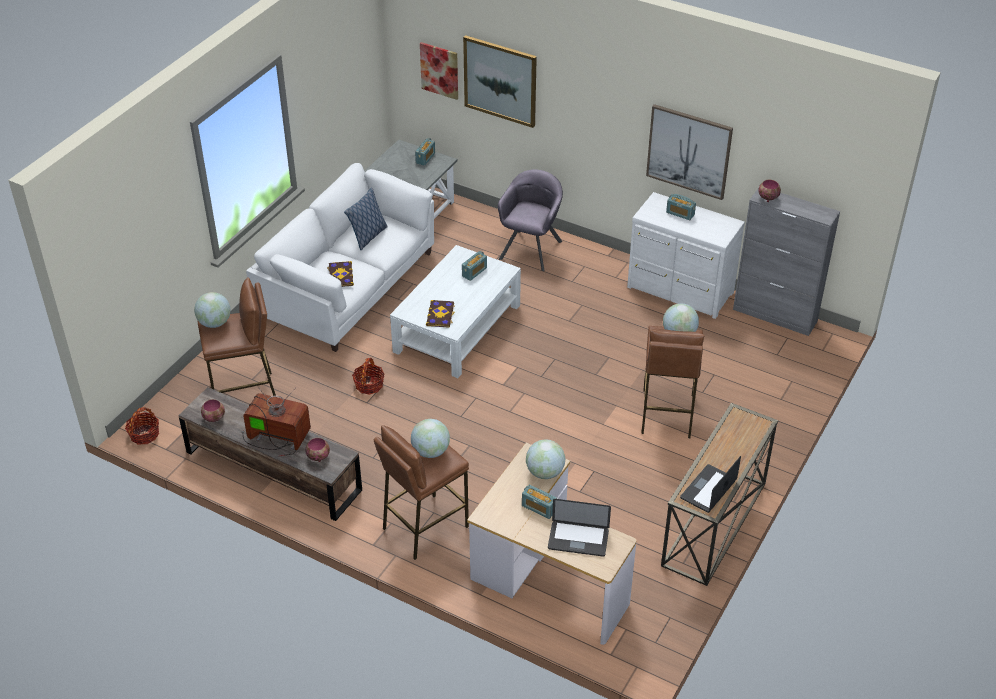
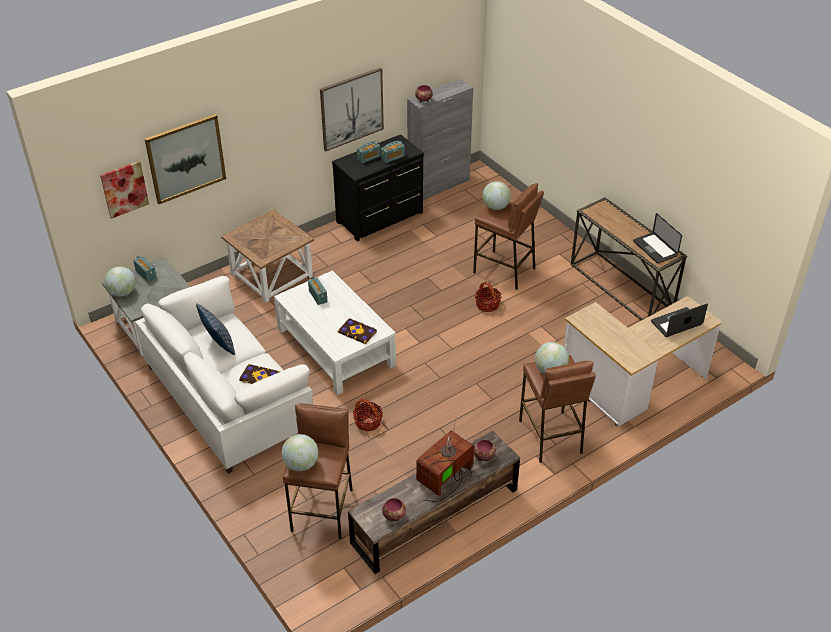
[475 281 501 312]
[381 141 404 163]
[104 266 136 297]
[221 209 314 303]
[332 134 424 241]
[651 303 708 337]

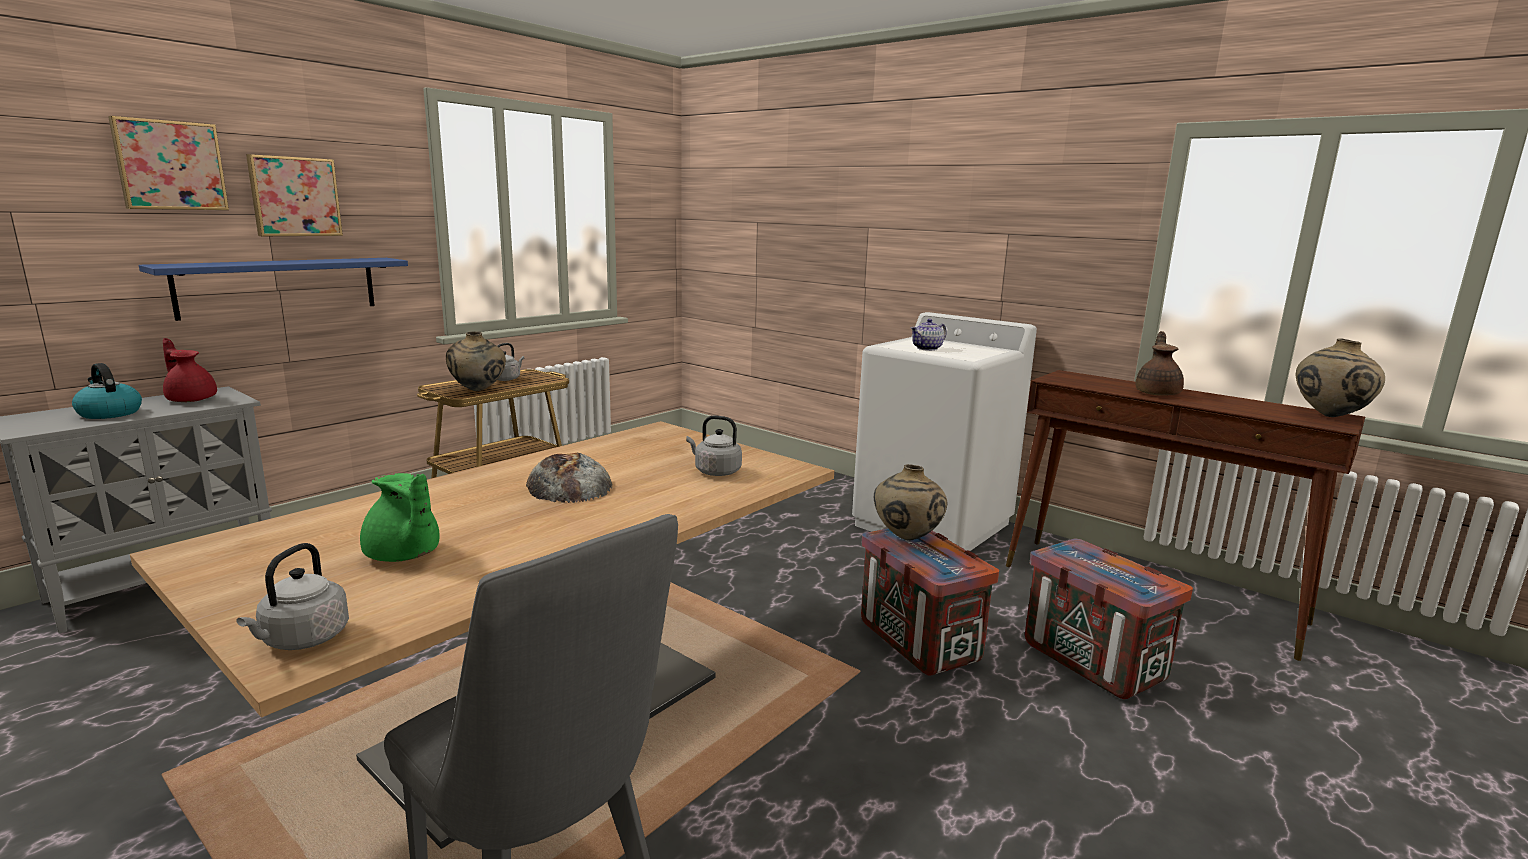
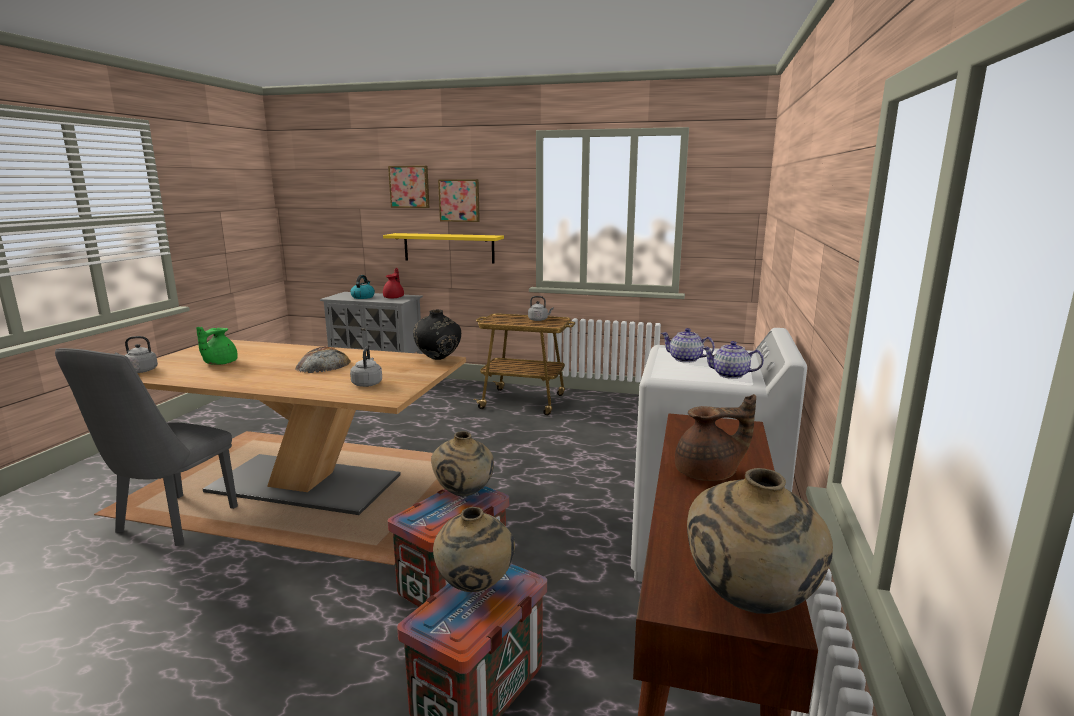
[413 310 461 360]
[702 341 764 379]
[433 507 515 592]
[383 233 504 263]

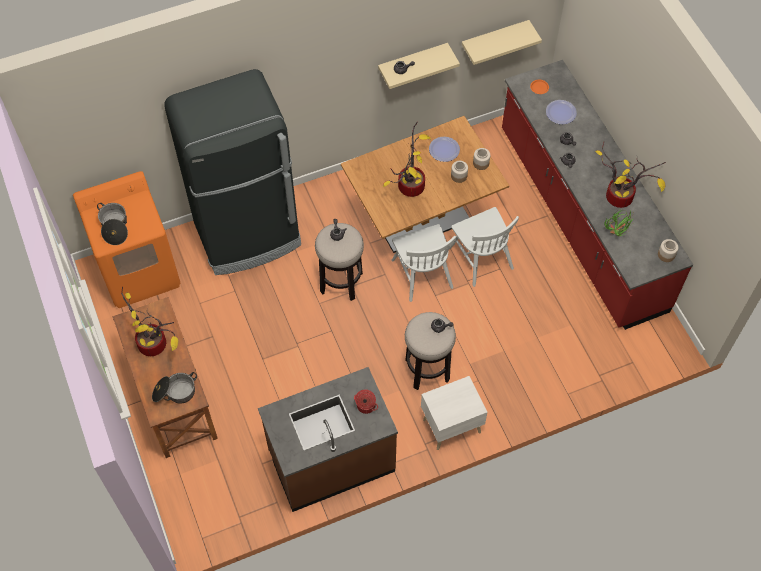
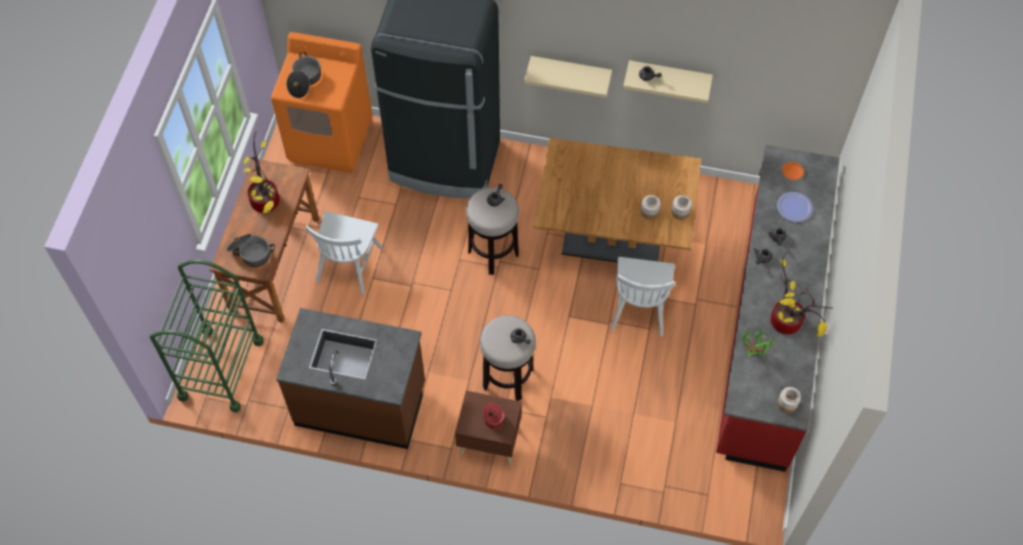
[383 122 431 197] (first image)
[429 137 460 162] (first image)
[150 259 264 412]
[483 403 504 429]
[305 211 383 294]
[524 56 612 98]
[455 391 522 466]

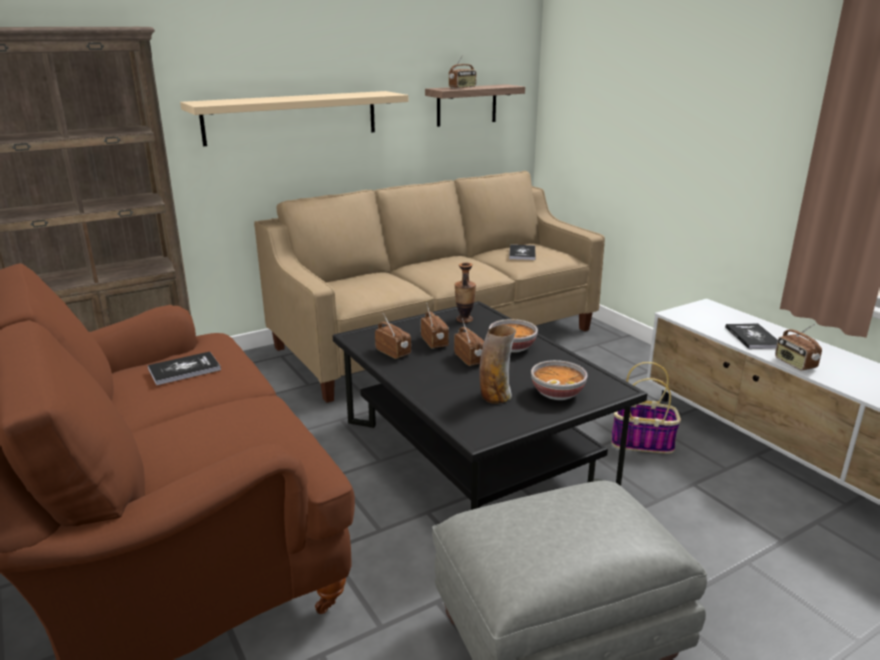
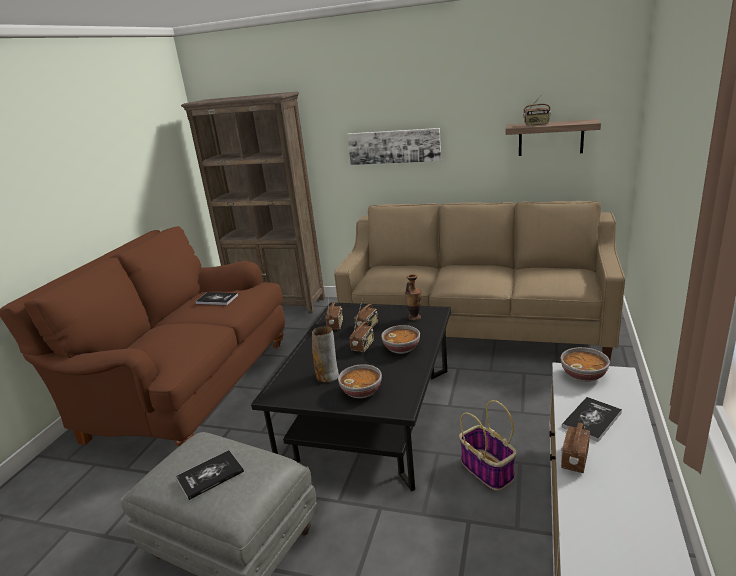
[561 347 610 382]
[176 450 244 500]
[347 128 441 165]

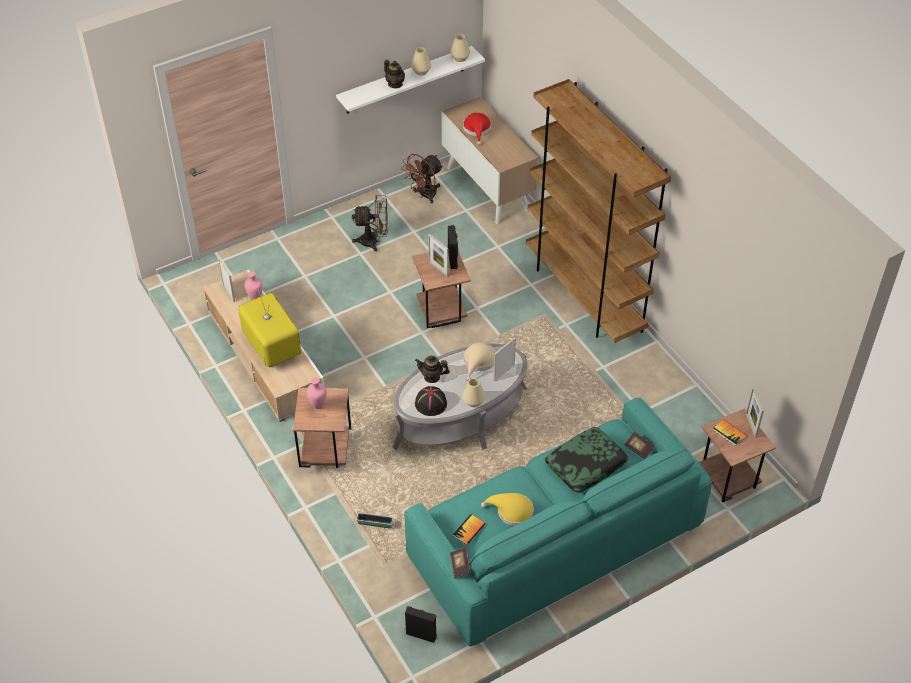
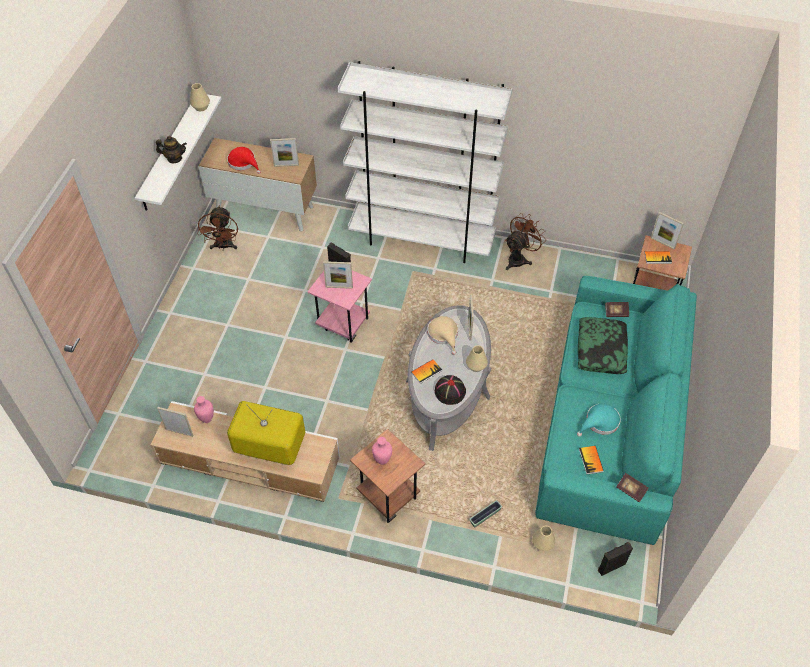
[270 138 299 167]
[505 213 546 270]
[532 526 555 551]
[411 359 442 384]
[308 270 372 343]
[577 404 621 437]
[338 61 512 263]

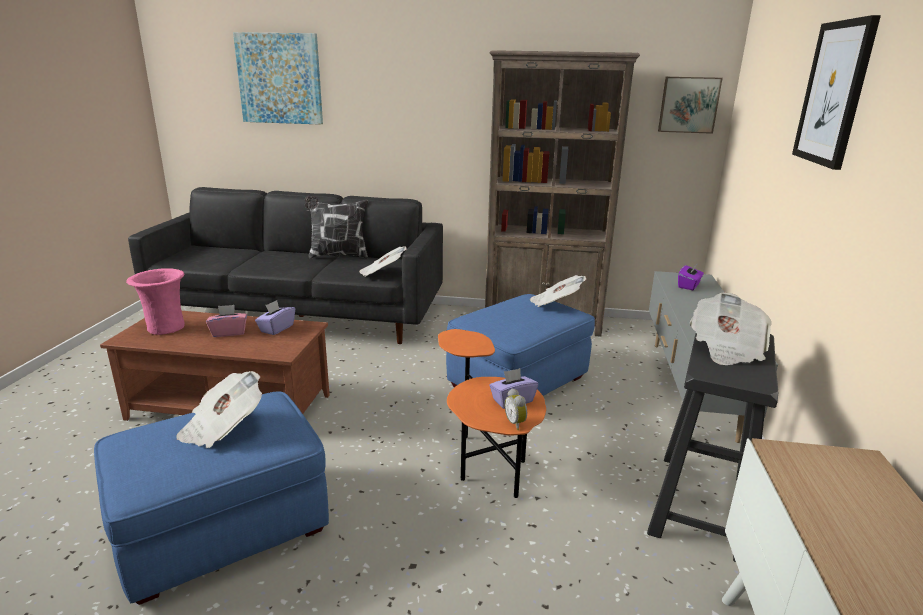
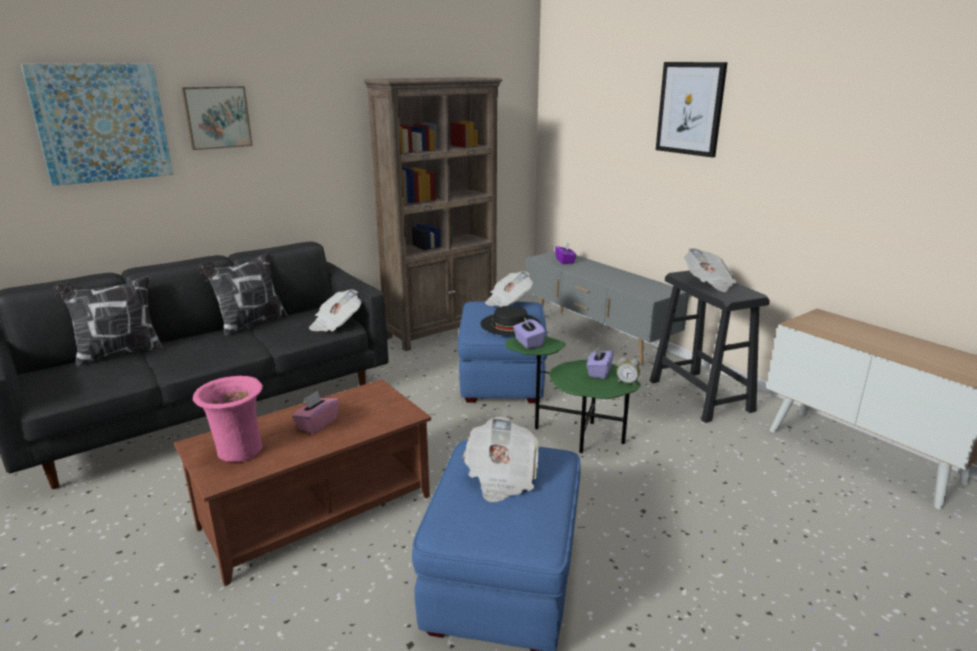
[53 276 164 367]
[480 306 541 336]
[513 317 546 349]
[181 86 253 150]
[505 336 641 453]

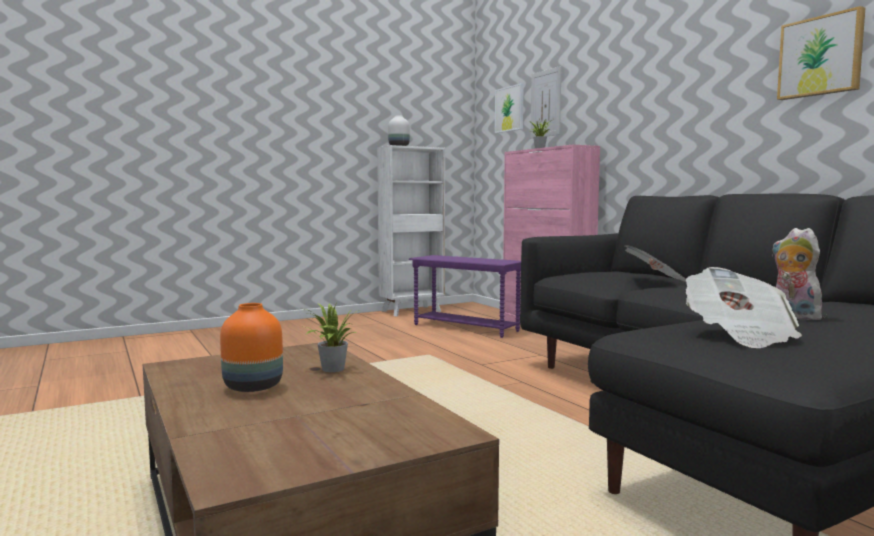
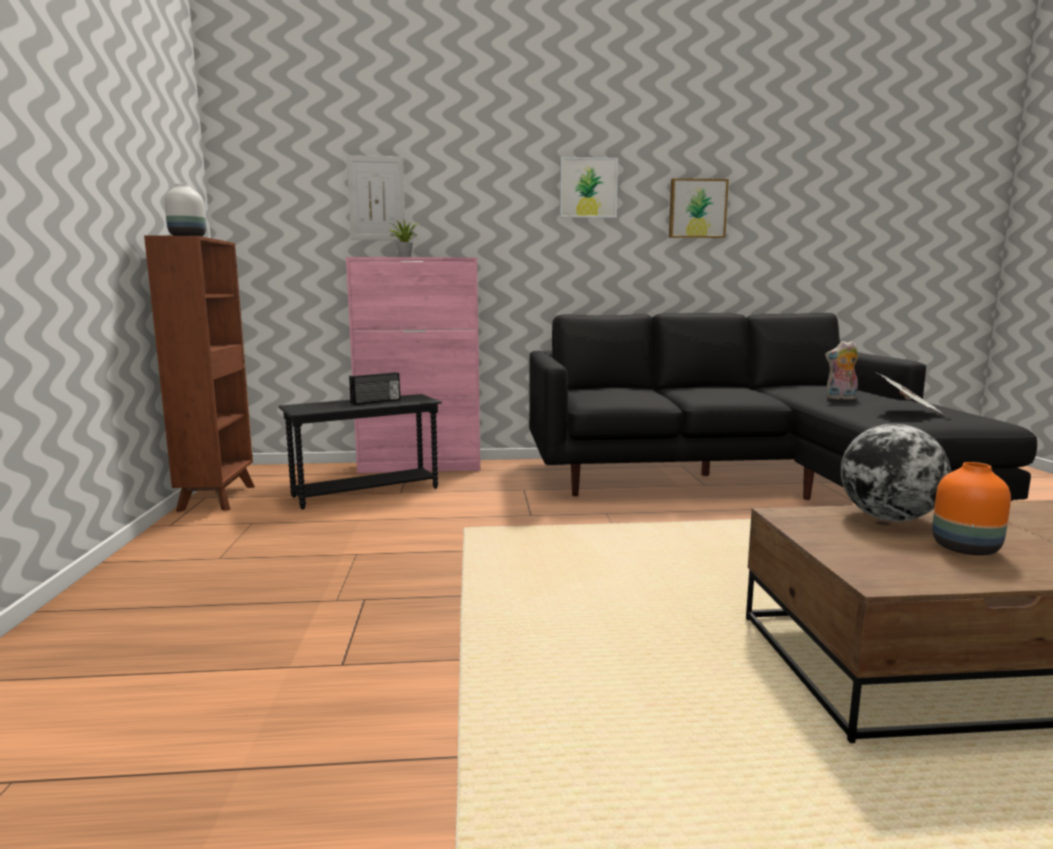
[625 245 686 282] (first image)
[349 372 400 405]
[560 157 618 218]
[841 424 951 521]
[144 235 255 512]
[279 394 442 509]

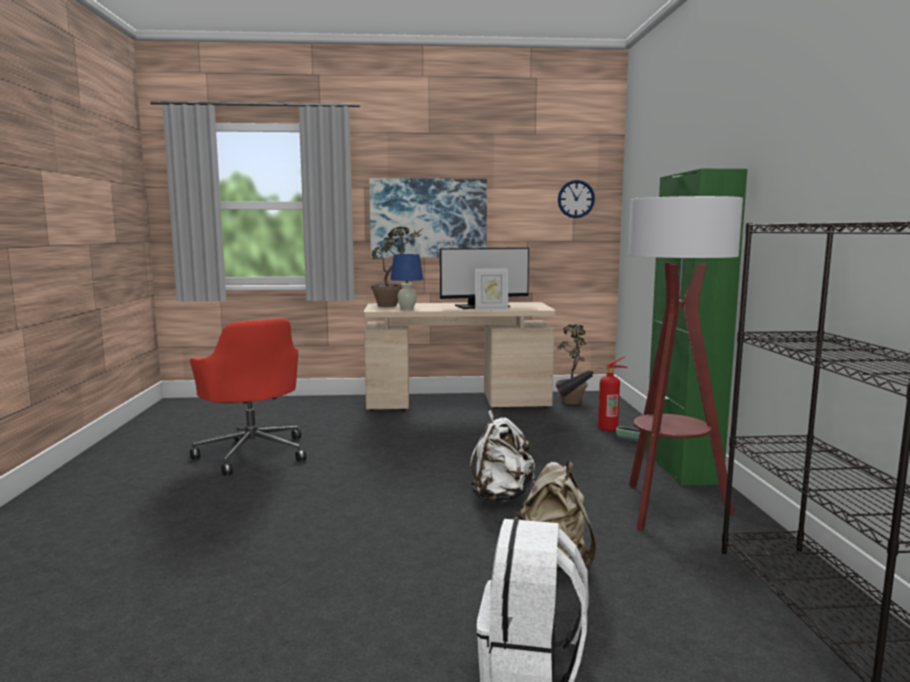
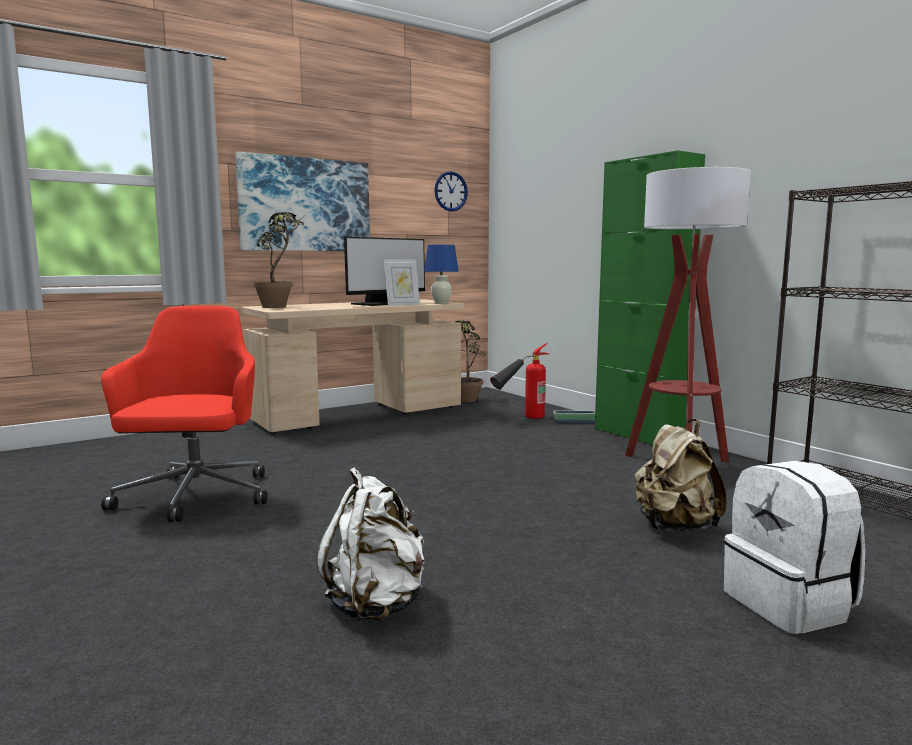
[424 245 459 304]
[317 467 425 621]
[101 305 267 522]

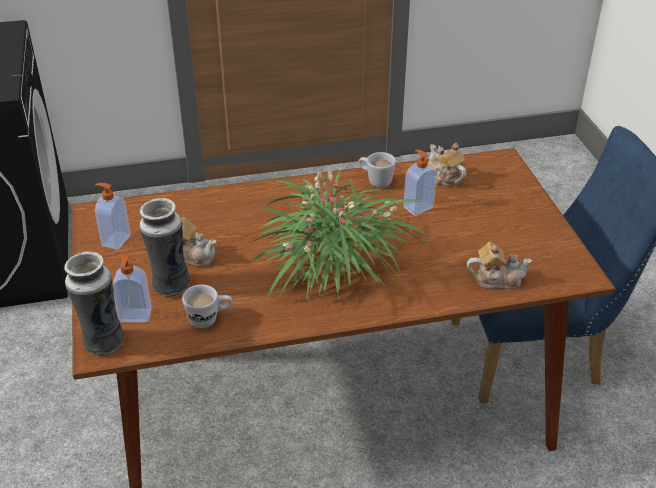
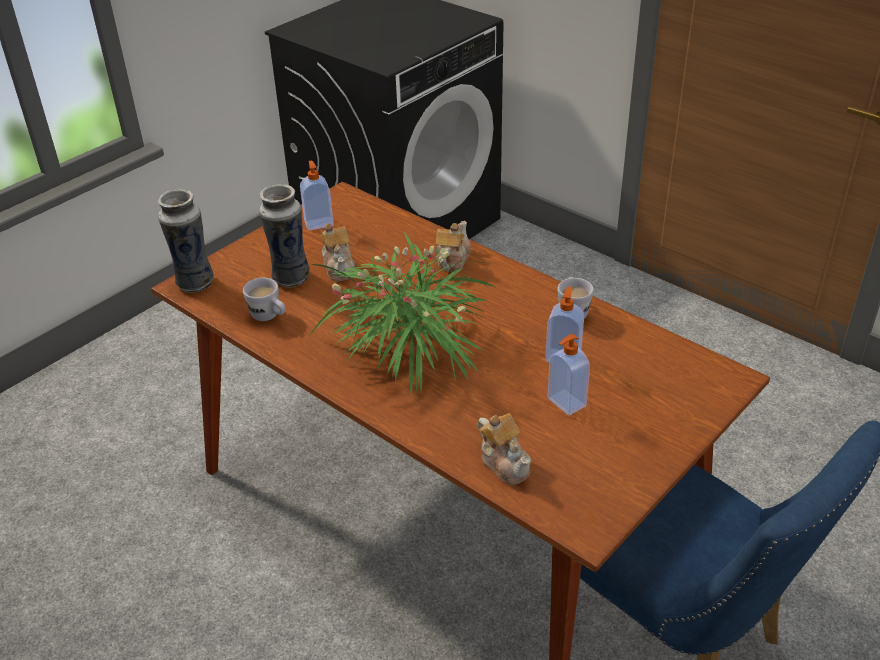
[547 334 590 416]
[435 221 471 271]

